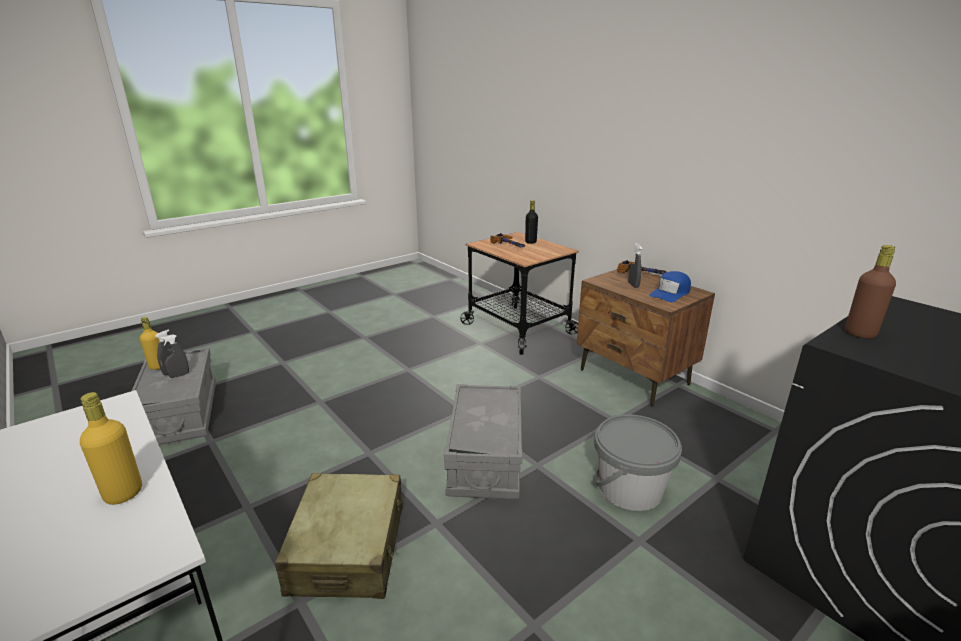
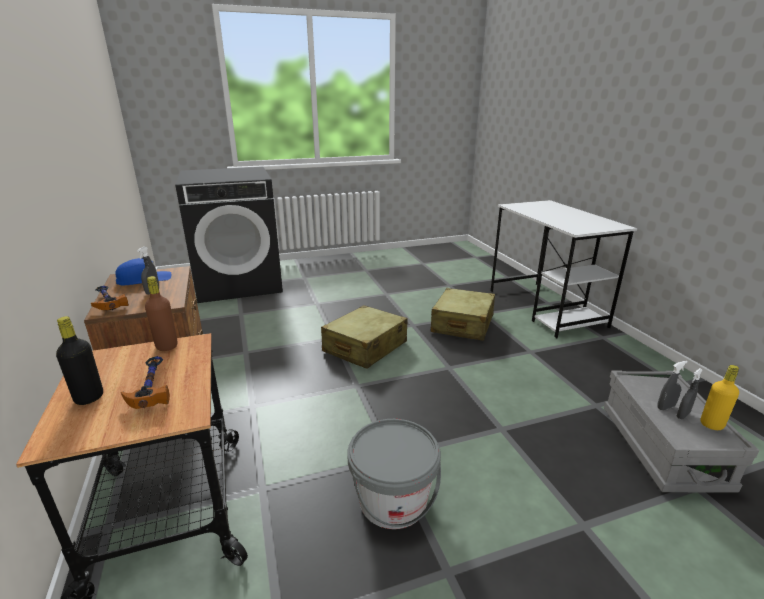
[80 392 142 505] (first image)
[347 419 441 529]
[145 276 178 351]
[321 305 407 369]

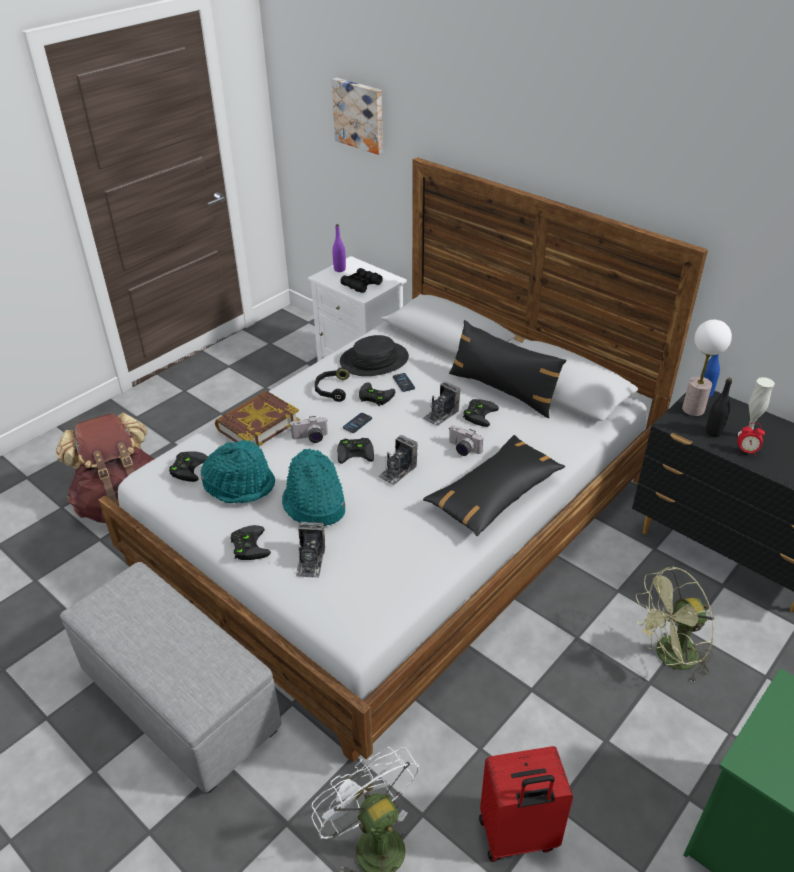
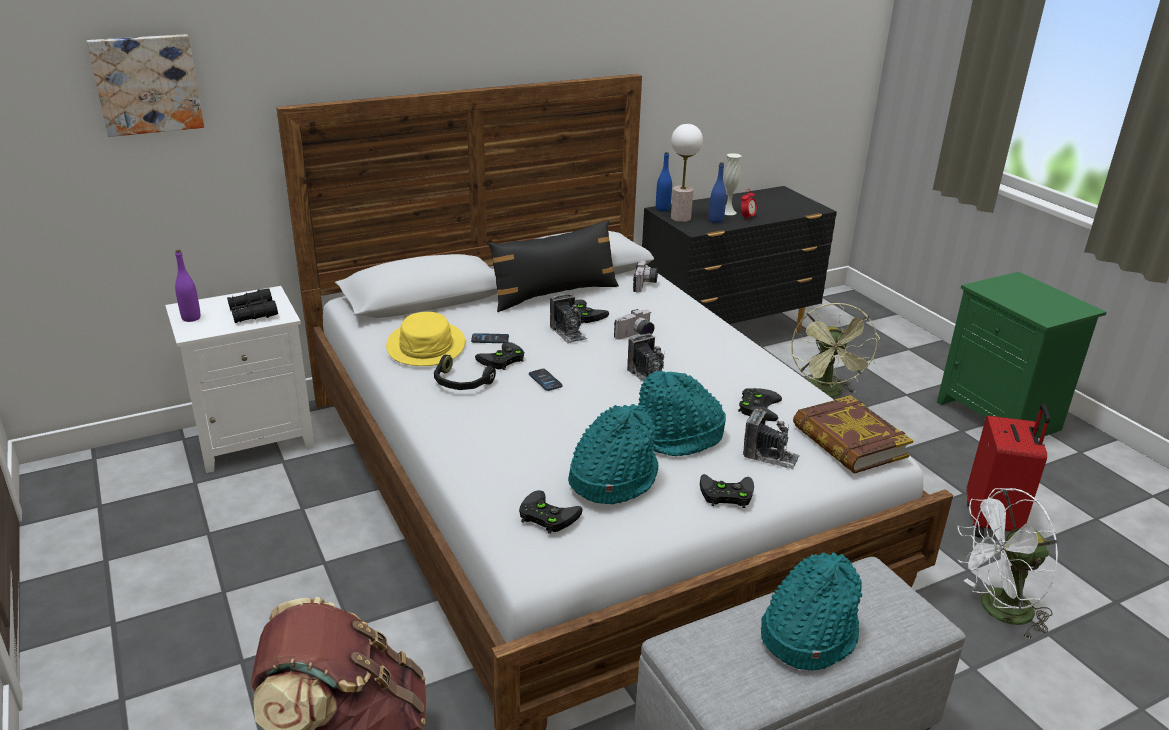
[423 435 565 536] (first image)
[761 552 863 671]
[793 395 913 474]
[633 261 658 292]
[738 388 782 421]
[386 312 465 366]
[709 162 726 223]

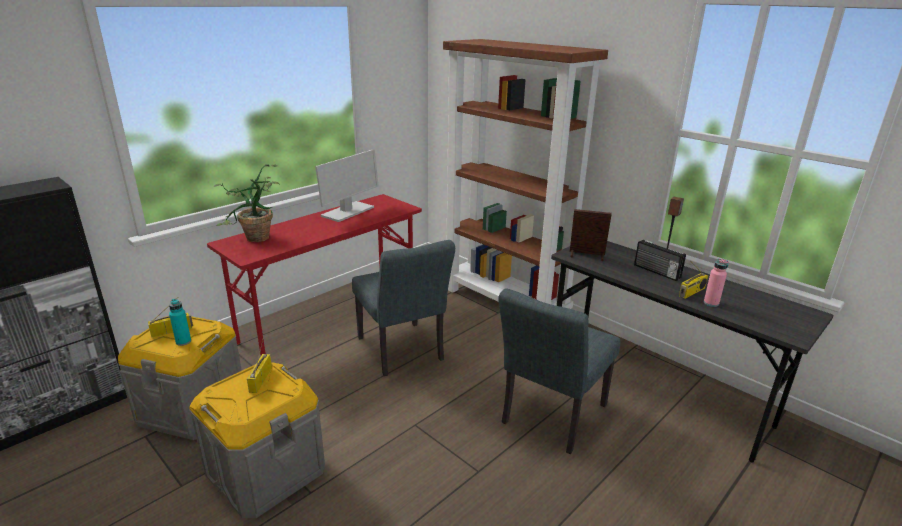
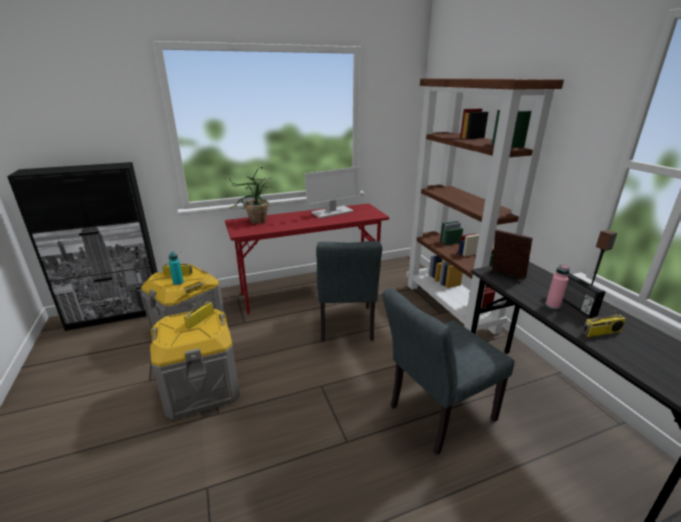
[546 264 570 309]

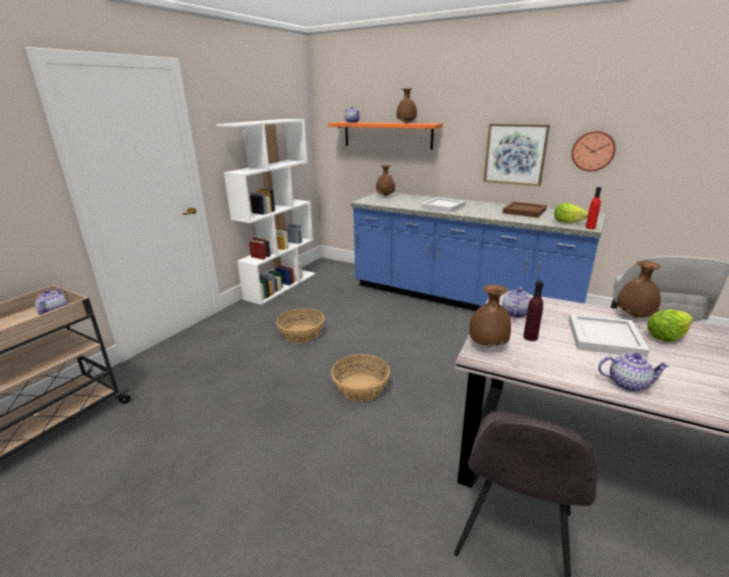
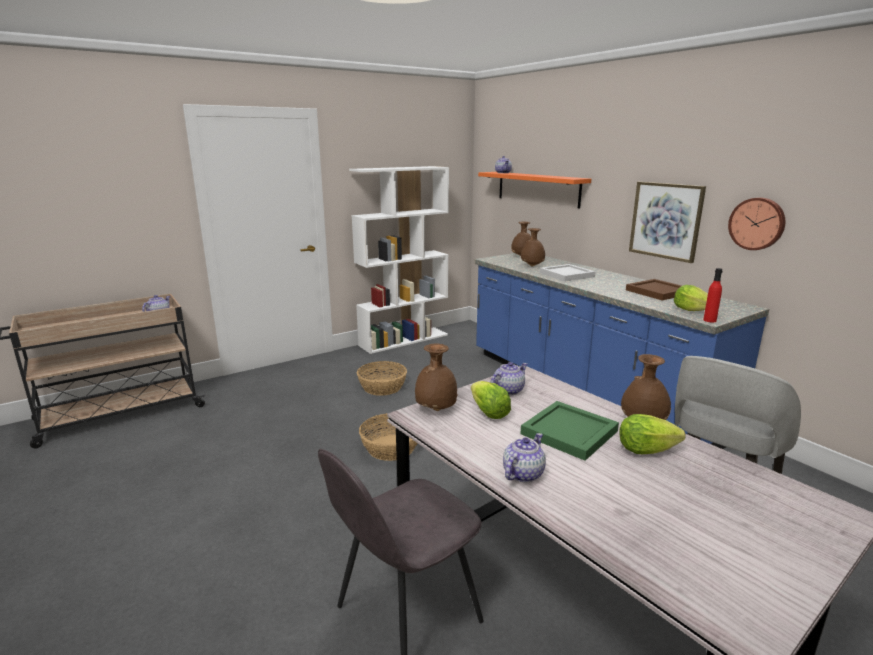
[521 228 545 267]
[471 381 511 419]
[520 401 619 461]
[503 433 546 482]

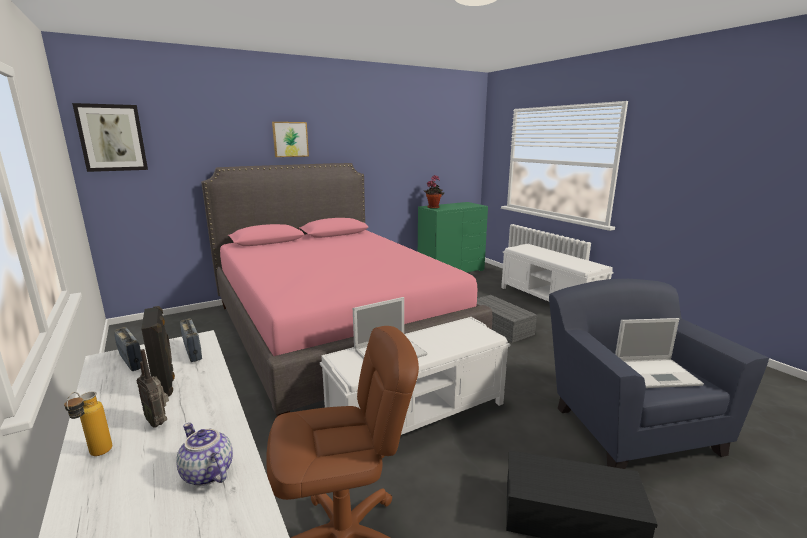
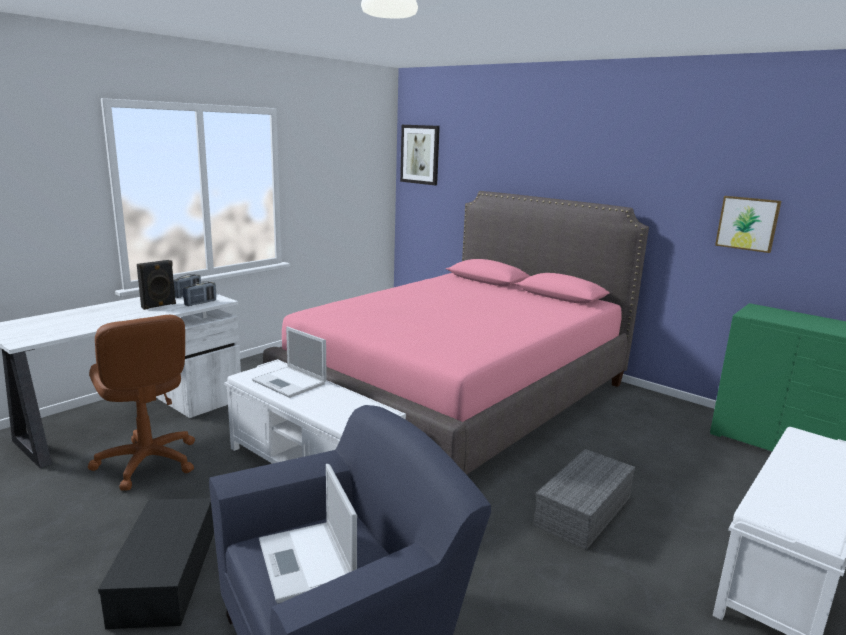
[64 391 112 456] (first image)
[136 349 169 428] (first image)
[176 423 233 486] (first image)
[424 175 444 209] (first image)
[715 196 781 253]

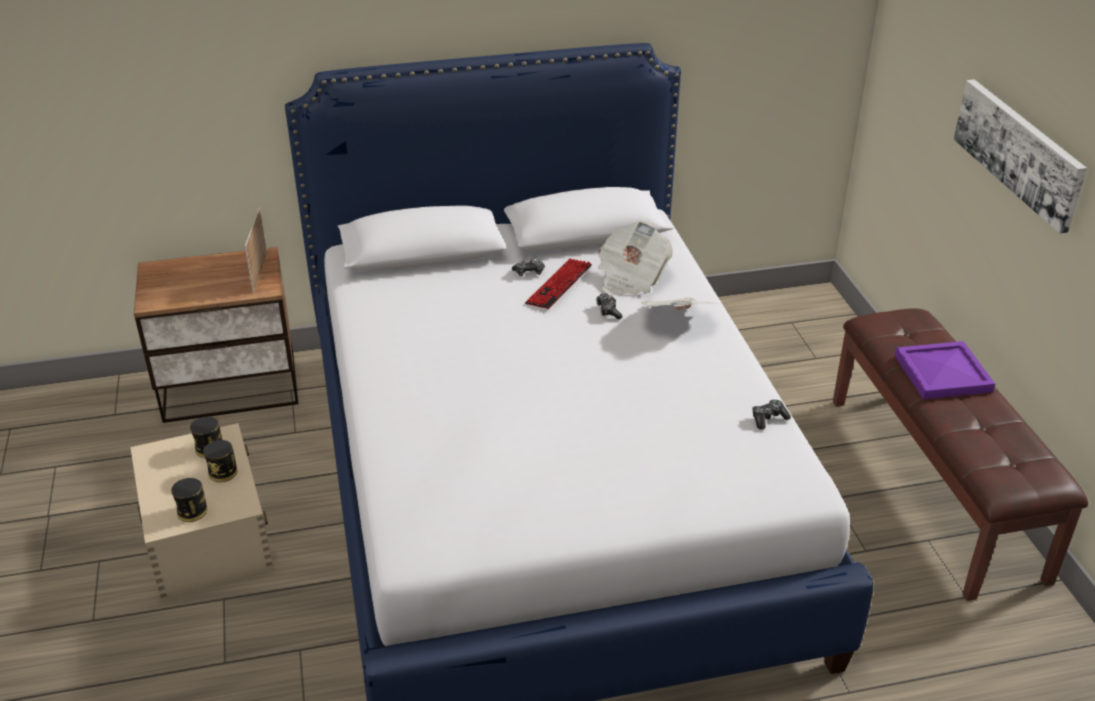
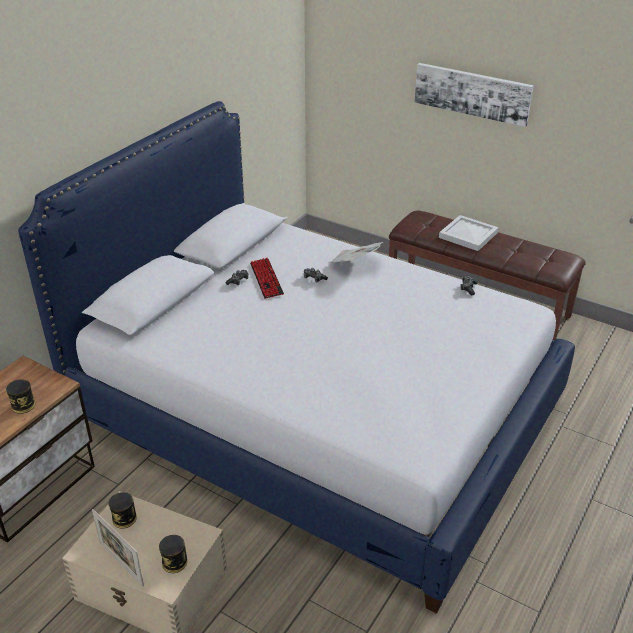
[598 221 673 295] (first image)
[6 379 35 414]
[92 509 144 586]
[439 215 499 251]

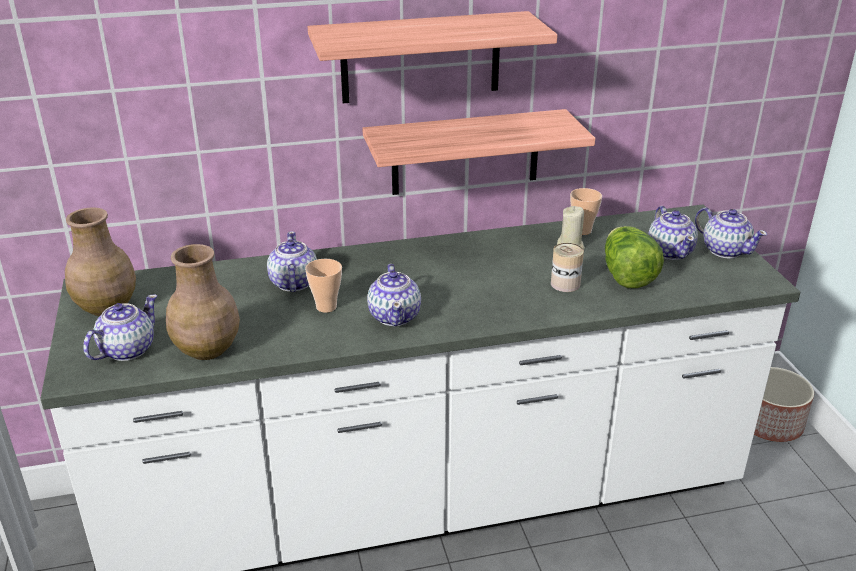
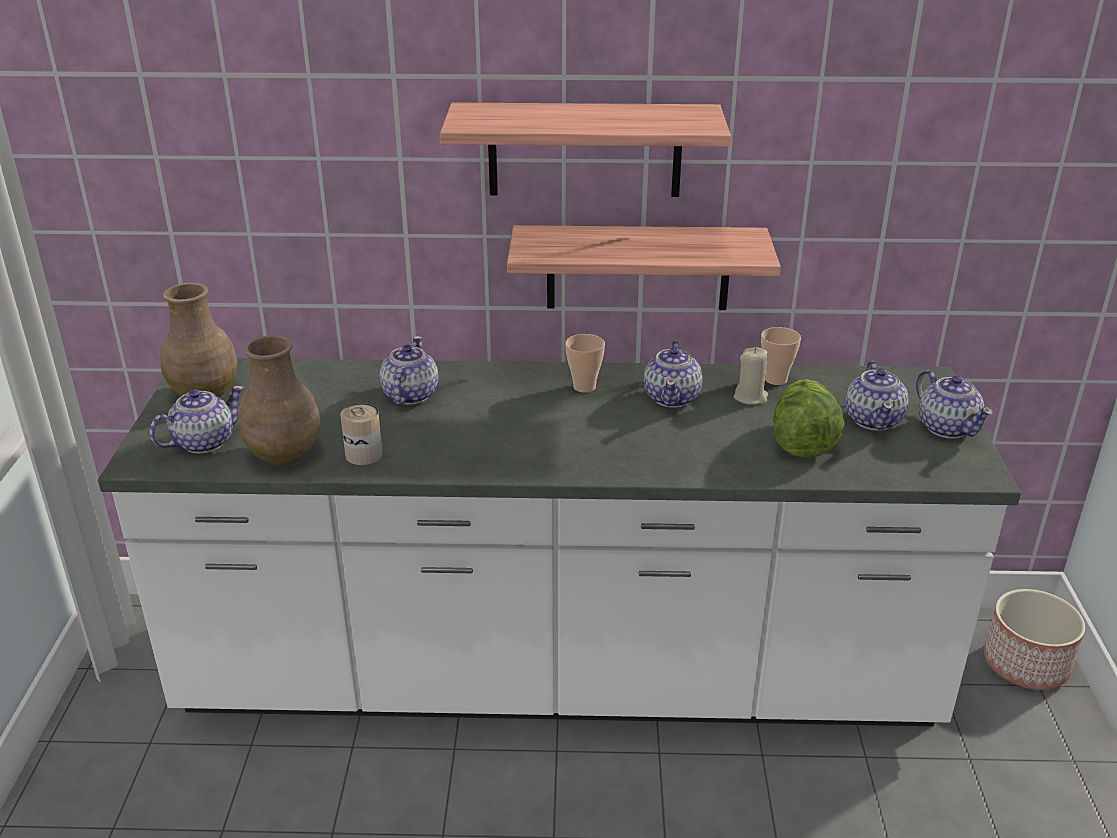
[565 334 605 393]
[644 341 702 408]
[340 403 383 465]

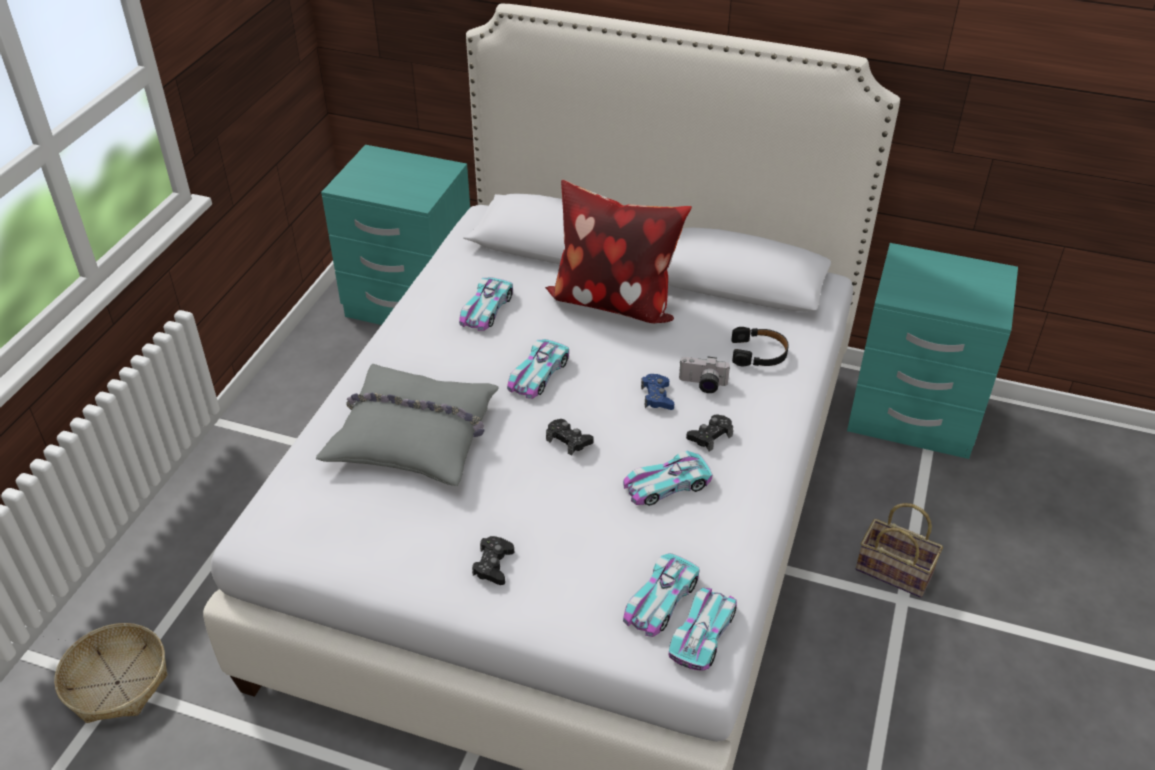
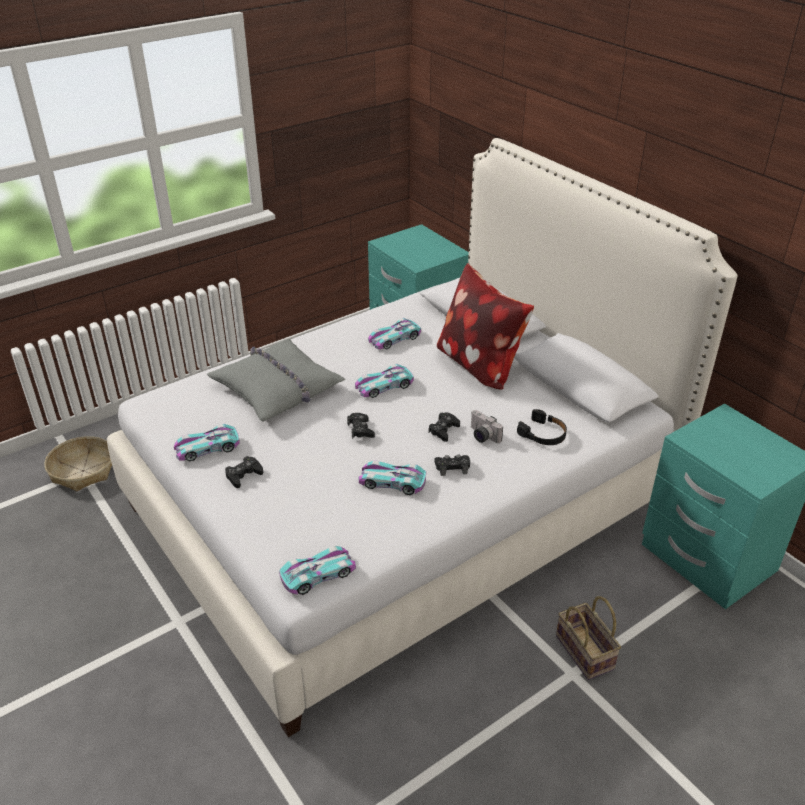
[174 424 240 461]
[429 412 460 442]

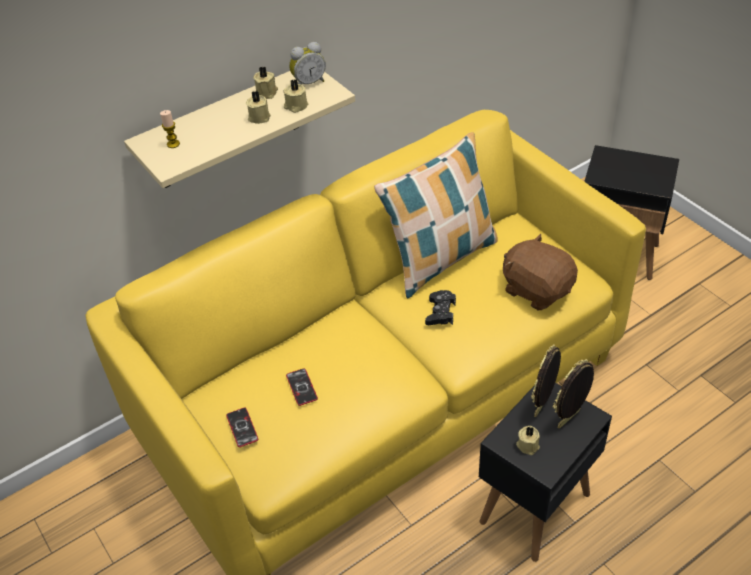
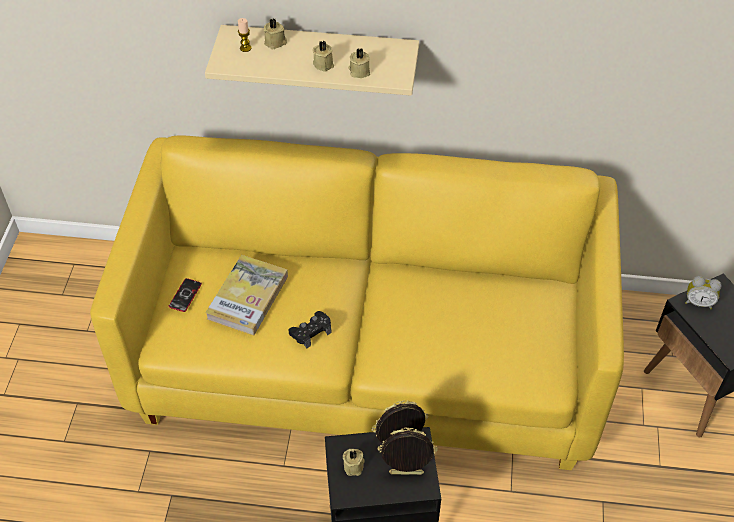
[374 132 498 298] (first image)
[503 234 578 310] (first image)
[264 19 287 49]
[685 276 722 309]
[289 311 331 348]
[205 255 288 335]

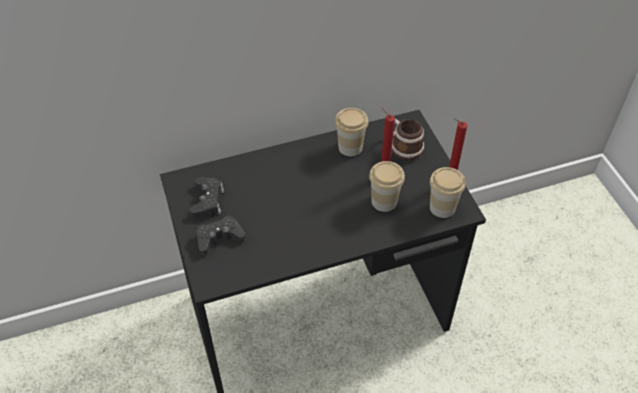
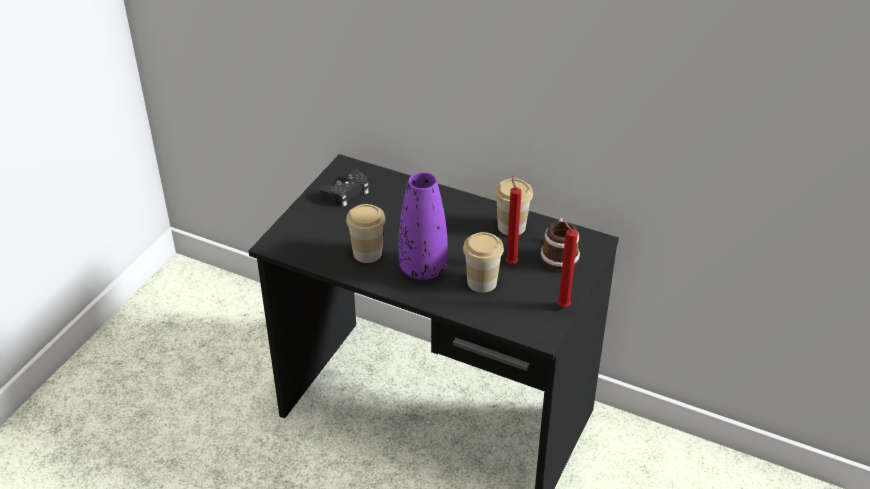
[196 215 246 255] (first image)
[398 172 448 280]
[346 204 386 263]

